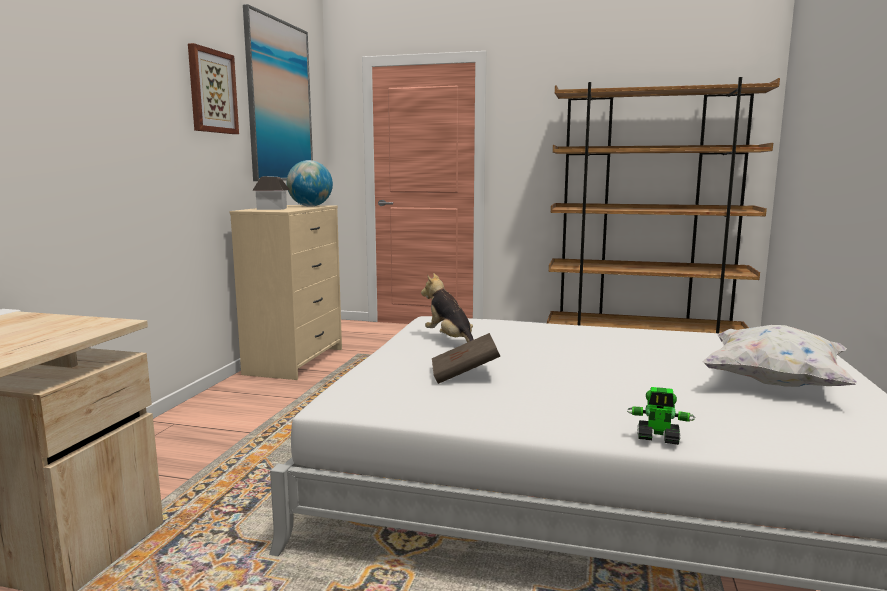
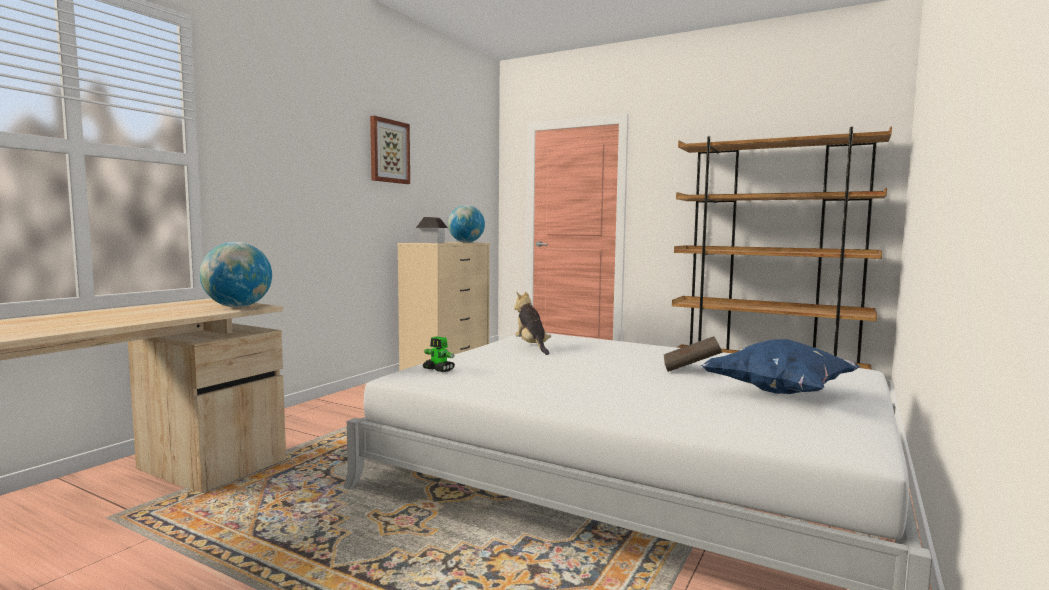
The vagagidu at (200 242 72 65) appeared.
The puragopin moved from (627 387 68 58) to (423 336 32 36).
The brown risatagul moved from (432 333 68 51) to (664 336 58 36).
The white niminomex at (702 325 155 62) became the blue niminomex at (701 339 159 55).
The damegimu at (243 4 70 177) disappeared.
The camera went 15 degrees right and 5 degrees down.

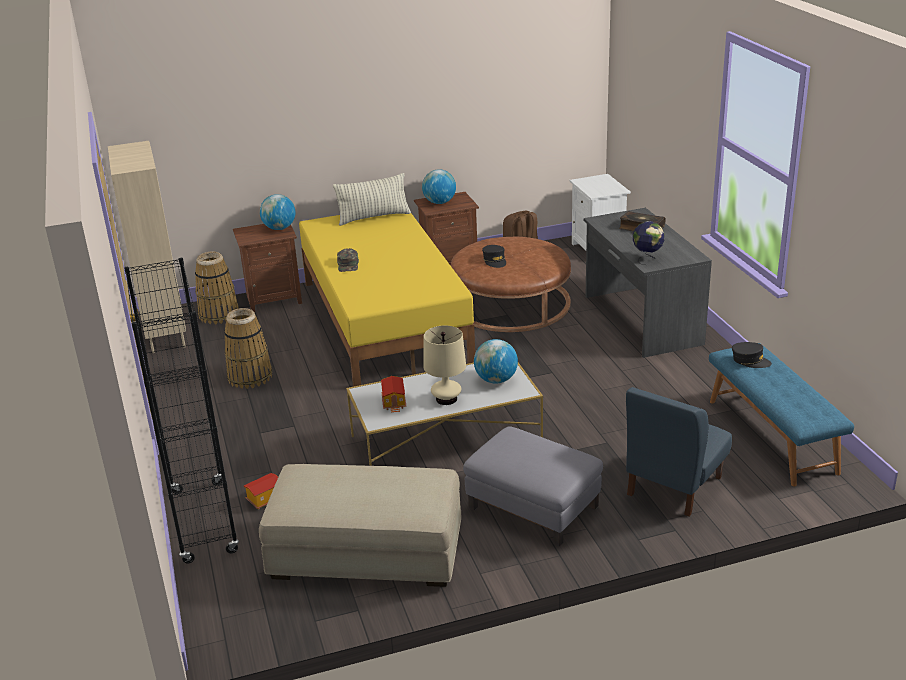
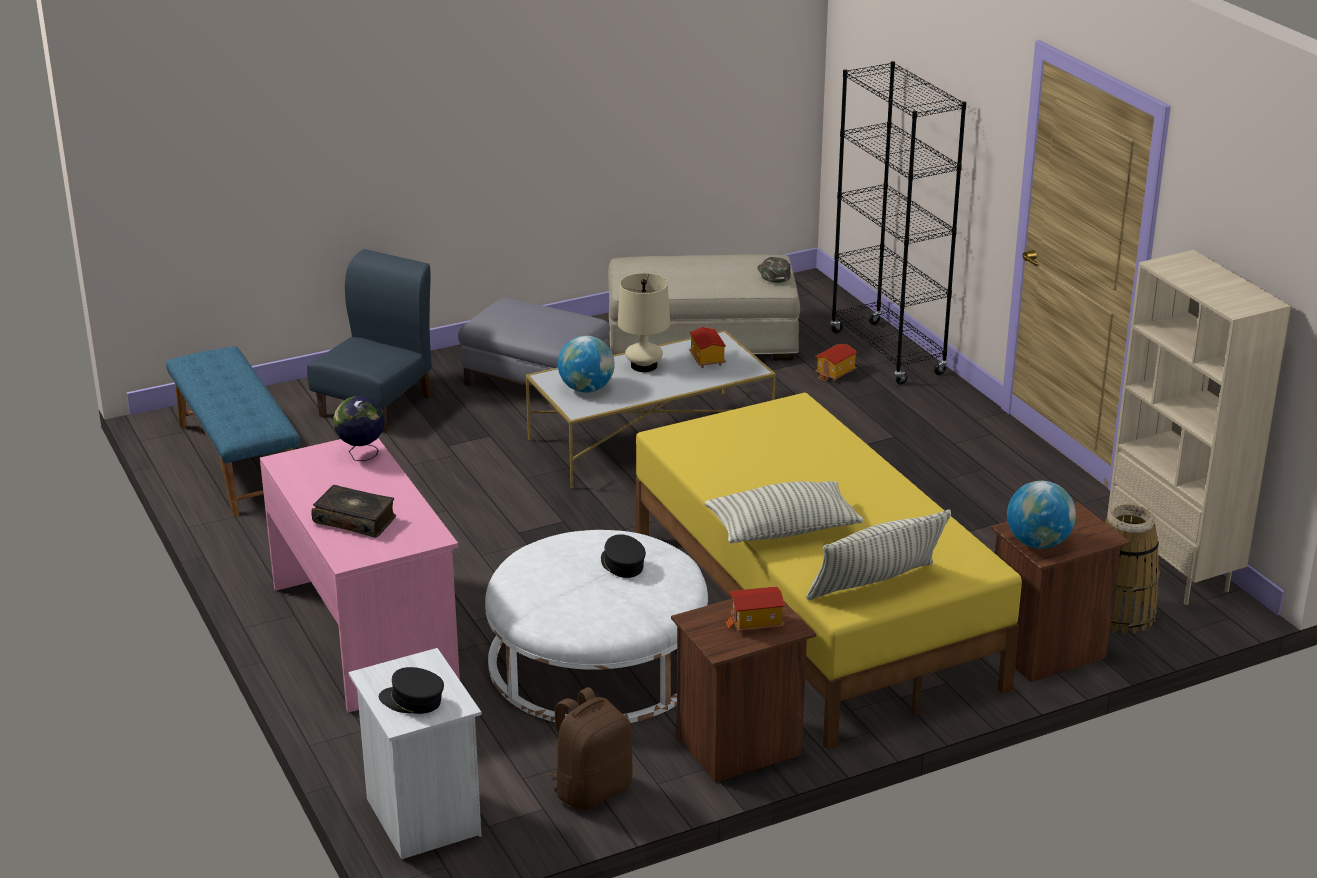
The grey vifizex at (584 208 128 150) became the pink vifizex at (260 438 200 275).
The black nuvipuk moved from (732 342 40 26) to (379 667 65 47).
The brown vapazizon at (451 237 120 95) became the white vapazizon at (485 530 223 193).
The niminomex at (704 481 160 63) appeared.
The vagagidu at (422 169 34 35) was replaced by the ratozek at (725 586 60 47).
The green nuvipuk moved from (337 248 22 24) to (757 257 34 26).
The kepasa at (224 308 48 81) disappeared.
The camera went 170 degrees right and 0 degrees up.

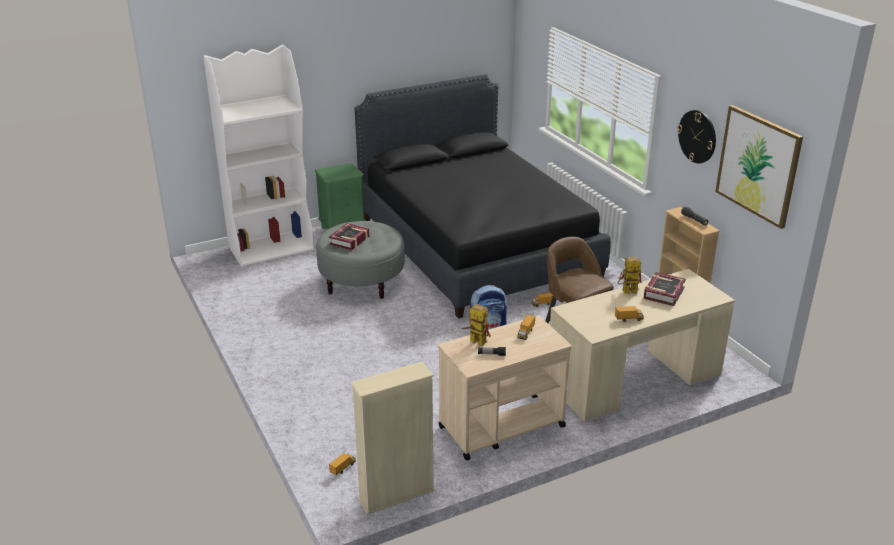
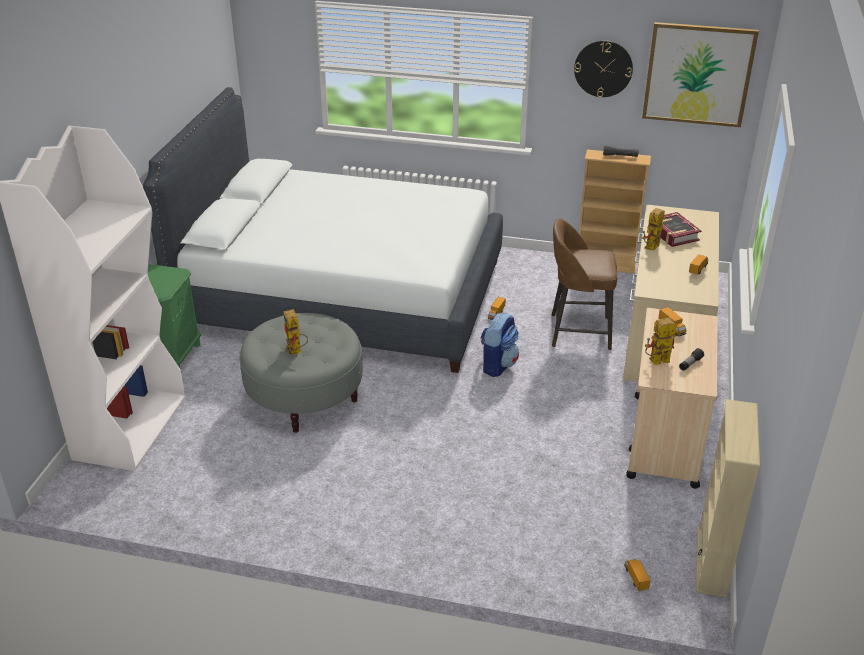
The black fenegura at (354 75 257 243) became the white fenegura at (143 87 360 286).
The risatagul at (329 223 40 27) was replaced by the puragopin at (283 309 25 47).
The camera went 50 degrees left and 5 degrees up.

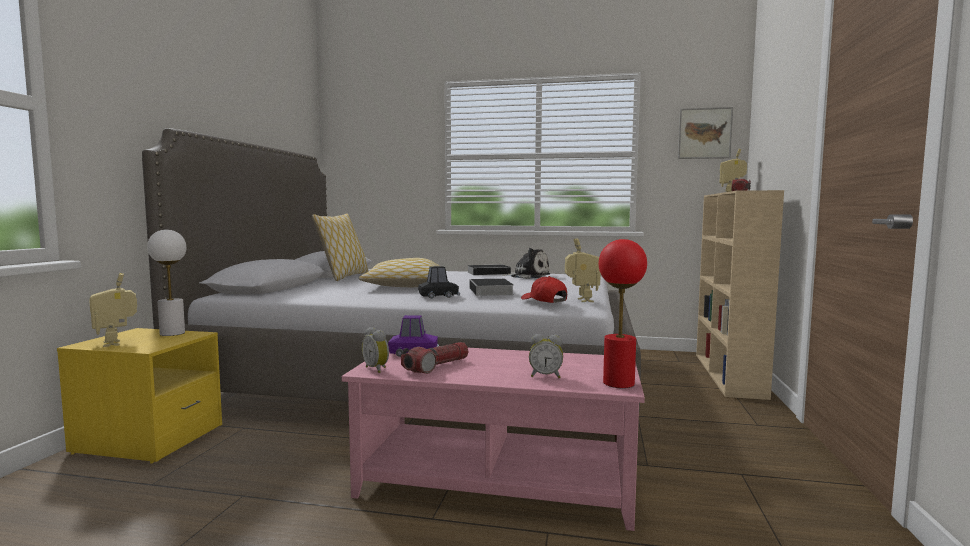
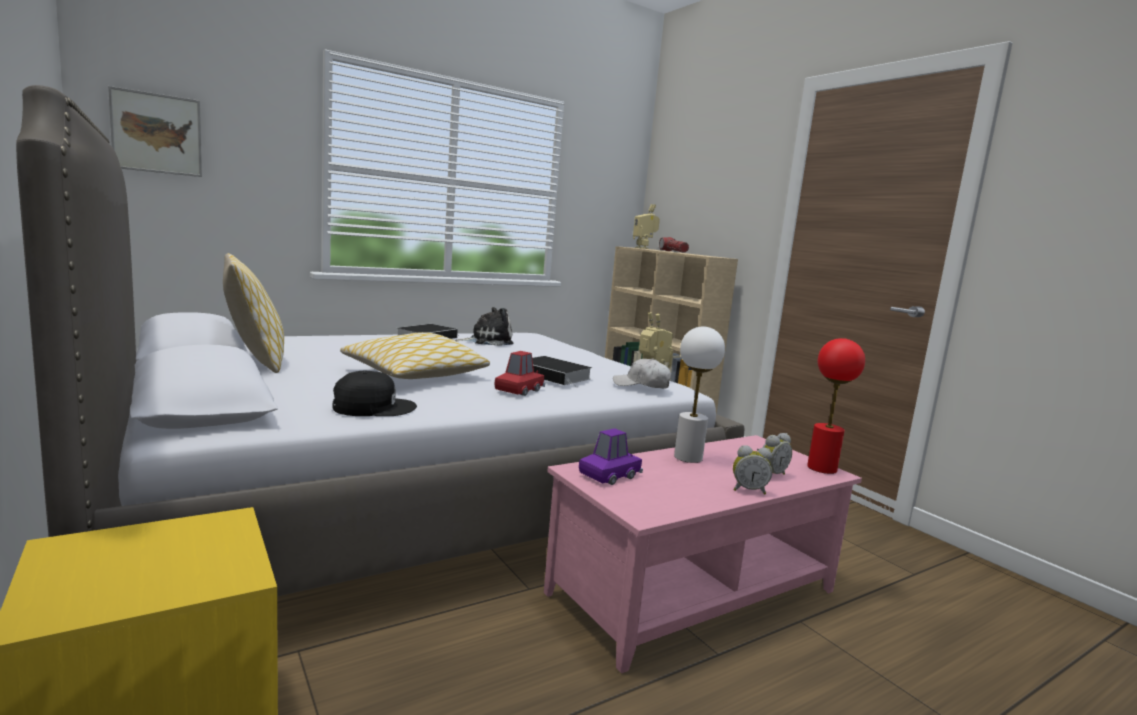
The damegimu moved from (678 107 55 52) to (108 86 94 91).
The black nuvipuk at (332 371 85 45) appeared.
The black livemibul at (418 266 42 33) became the red livemibul at (495 351 50 45).
The red nuvipuk at (521 276 46 27) became the white nuvipuk at (613 358 58 31).
The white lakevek moved from (147 230 39 106) to (674 327 51 136).
The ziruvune moved from (362 327 27 46) to (733 445 39 50).
The puragopin at (90 273 47 74) disappeared.
The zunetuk at (401 342 68 32) disappeared.
The camera went 45 degrees left and 5 degrees up.

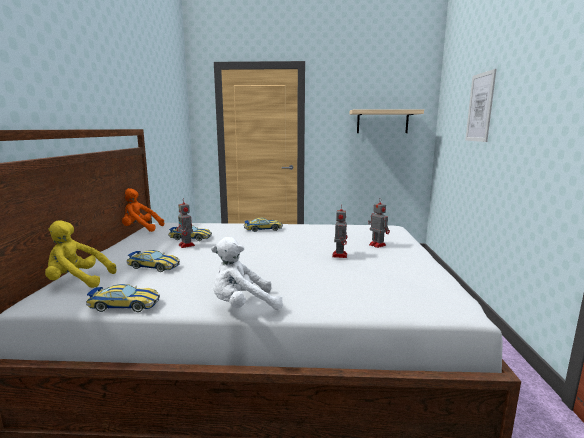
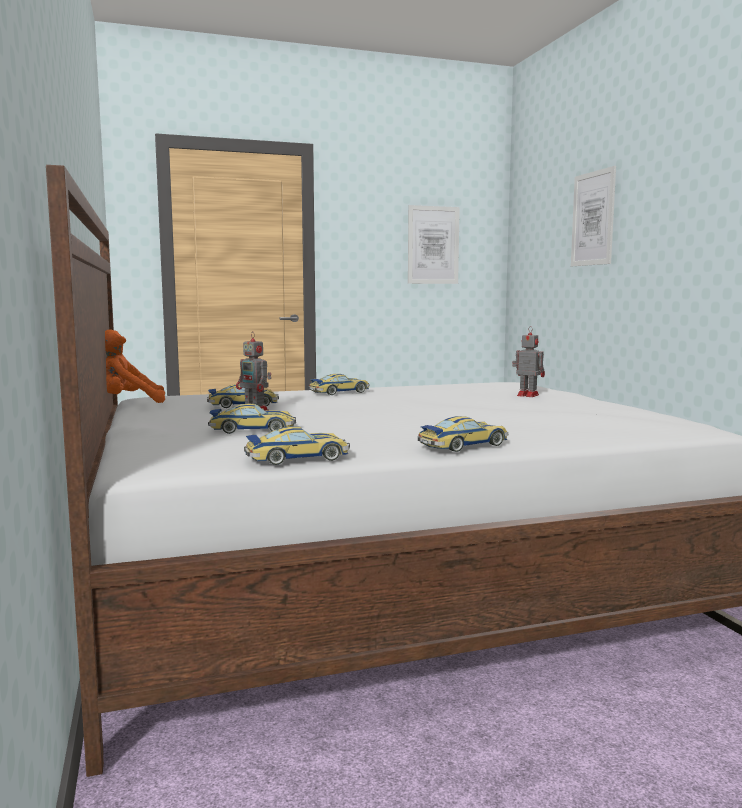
The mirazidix at (349 109 75 24) was replaced by the damegimu at (408 205 52 79).
The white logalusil at (211 237 72 73) was replaced by the livemibul at (418 416 90 36).
The yellow logalusil at (45 221 71 67) disappeared.
The puragopin at (332 204 16 54) disappeared.
The camera went 20 degrees left and 5 degrees down.

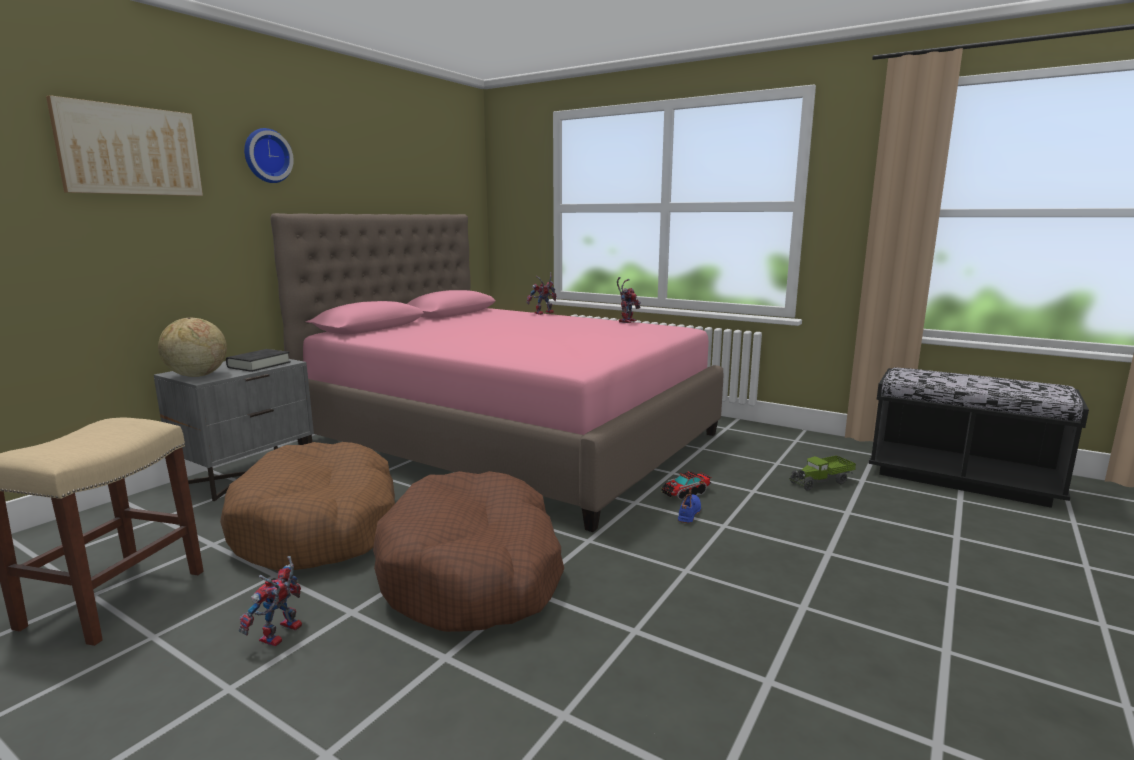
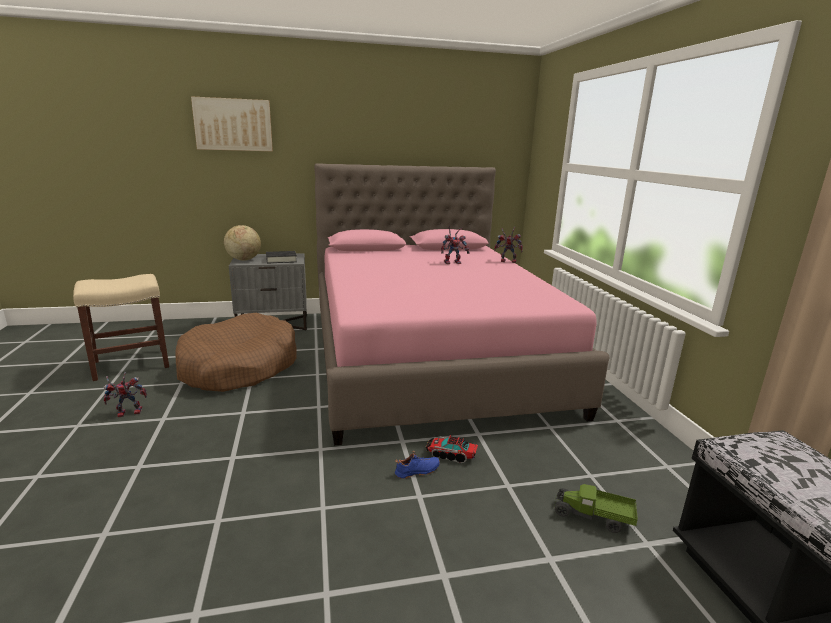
The puragopin moved from (617 277 24 46) to (441 225 29 39).
The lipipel at (244 128 50 55) disappeared.
The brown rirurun at (373 471 191 161) disappeared.
The camera went 45 degrees right and 5 degrees up.

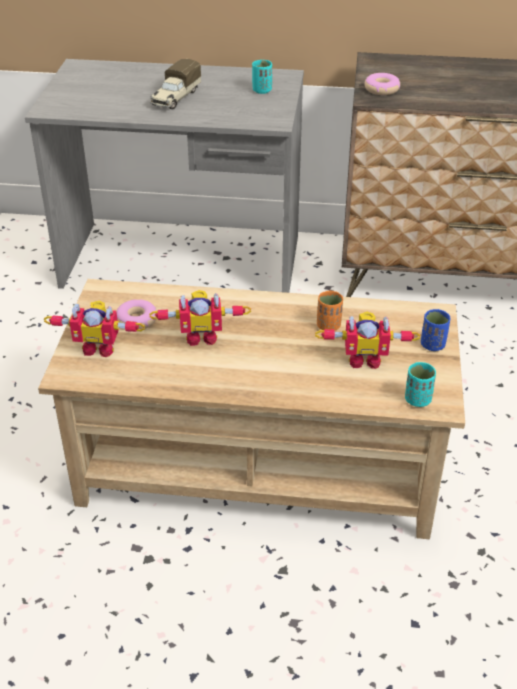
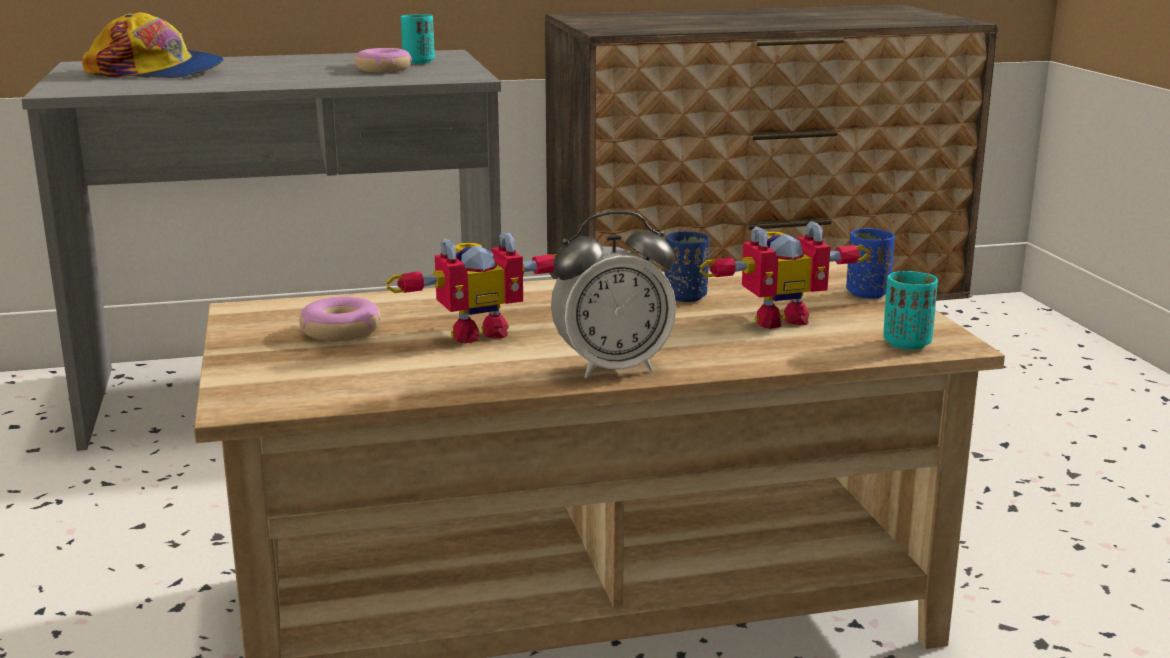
The nuvipuk at (82 12 142 66) appeared.
The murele moved from (365 73 35 22) to (355 48 57 25).
The ziruvune at (551 211 125 168) appeared.
The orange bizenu at (317 291 26 40) became the blue bizenu at (665 231 45 71).
The puragopin at (44 301 101 56) disappeared.
The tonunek at (150 59 51 50) disappeared.
The camera went 20 degrees left and 20 degrees down.

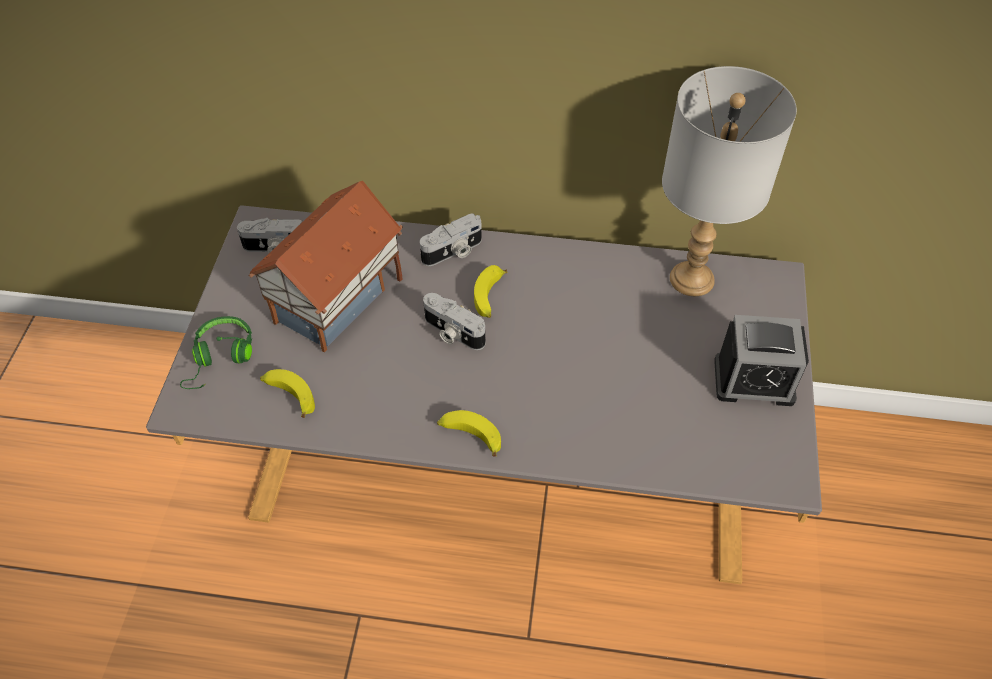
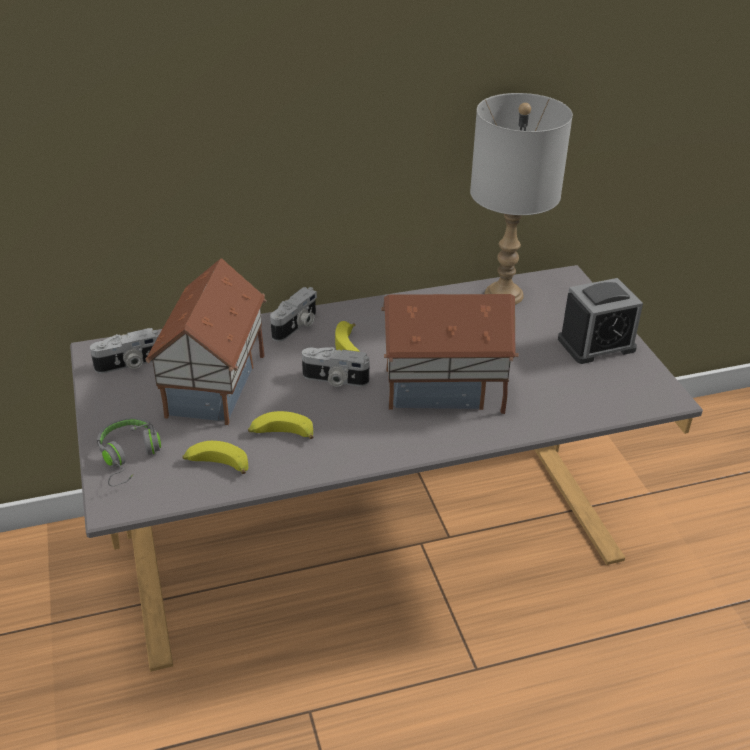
The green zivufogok at (180 316 72 73) became the grey zivufogok at (97 417 64 69).
The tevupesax moved from (437 410 64 47) to (248 411 66 28).
The ratozek at (381 294 138 120) appeared.
The camera went 25 degrees left and 15 degrees down.

